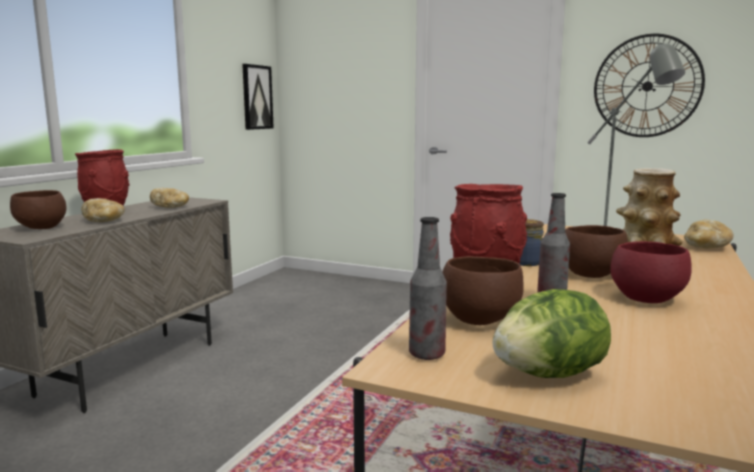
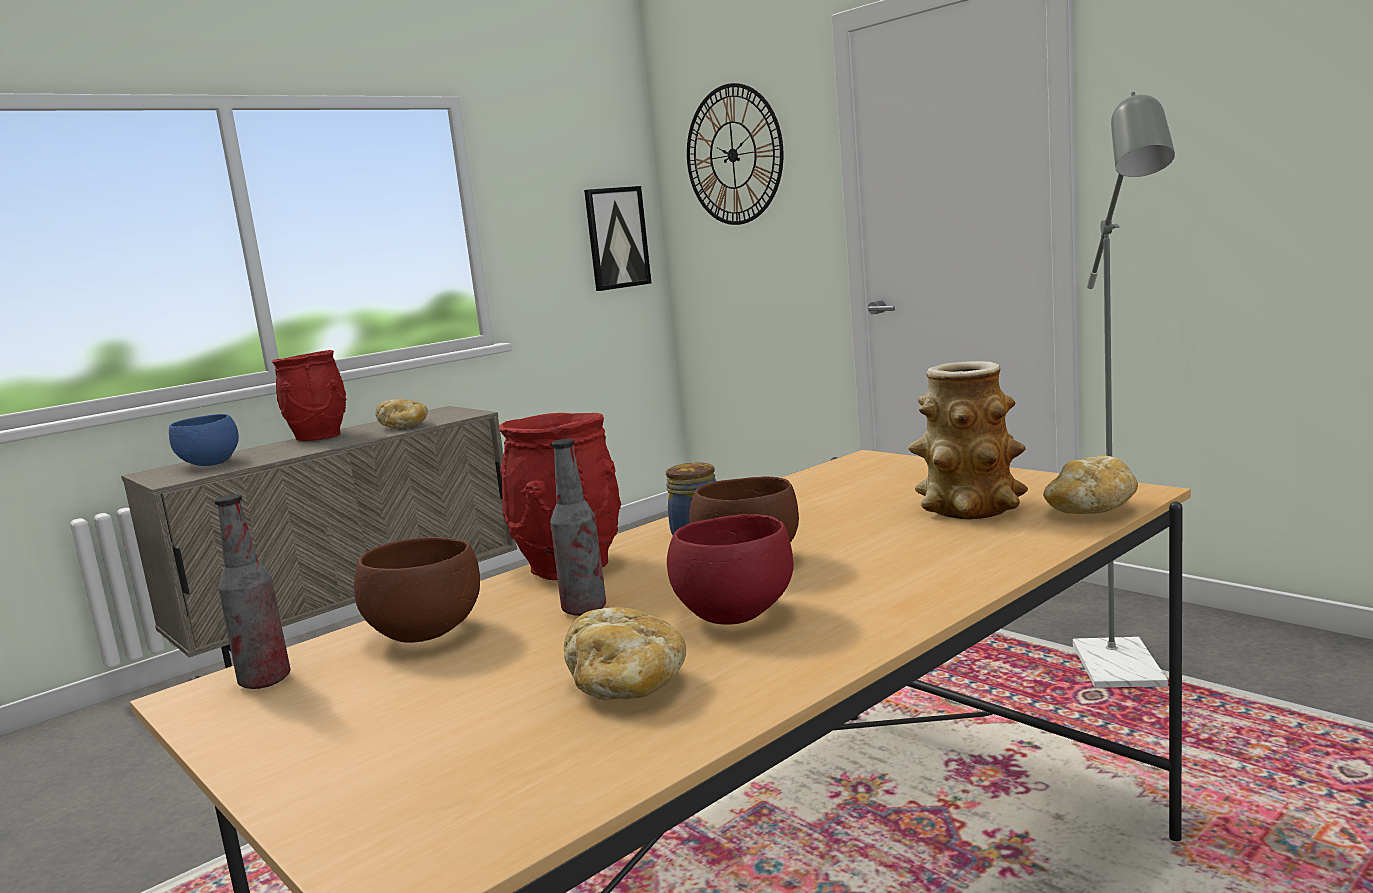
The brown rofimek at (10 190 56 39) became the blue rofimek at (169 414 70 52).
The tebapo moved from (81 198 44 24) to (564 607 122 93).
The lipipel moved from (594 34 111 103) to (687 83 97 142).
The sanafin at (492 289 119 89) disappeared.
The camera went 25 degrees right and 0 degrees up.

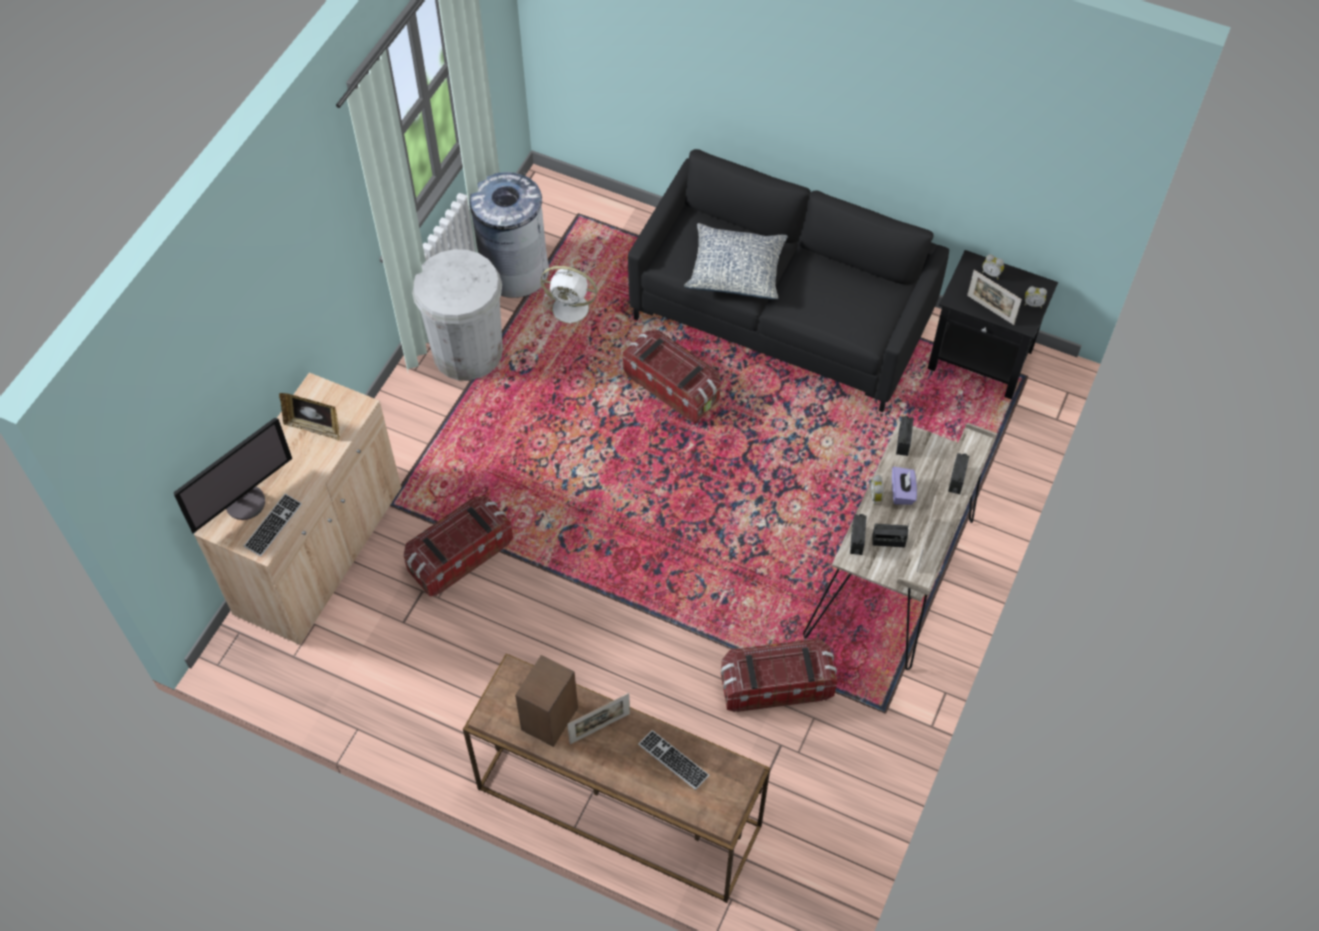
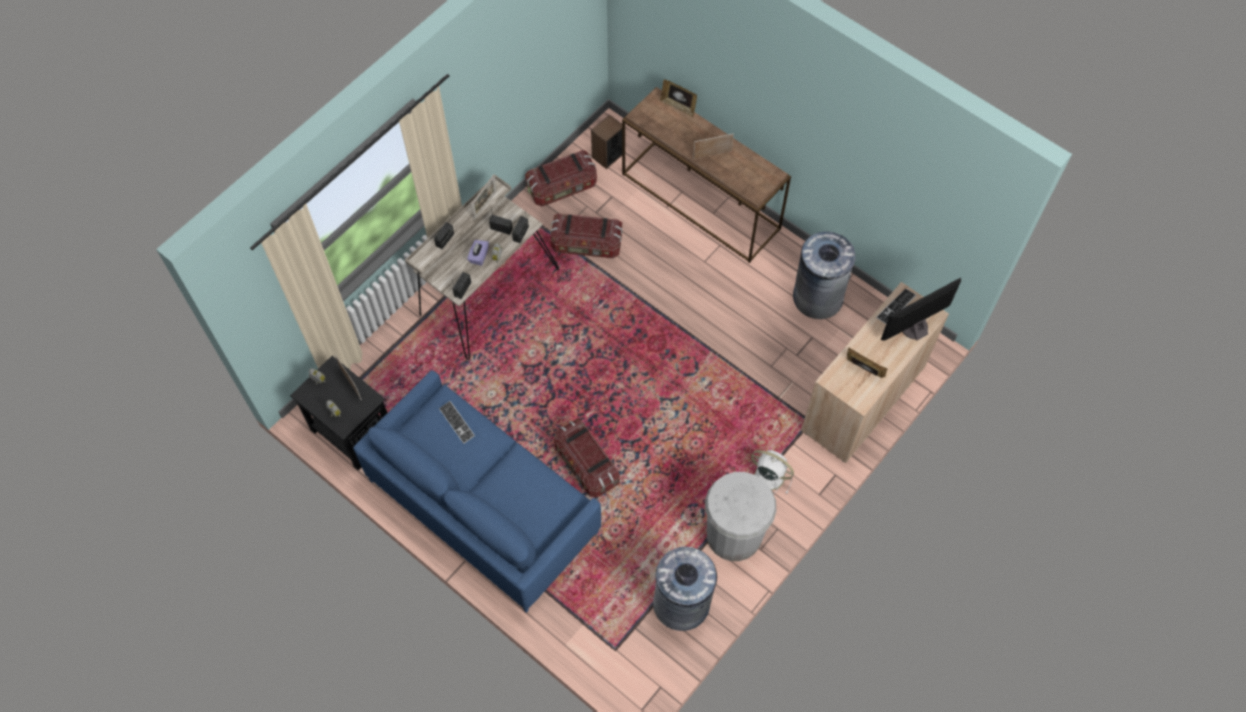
The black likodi at (628 149 321 263) became the blue likodi at (353 370 248 243).
The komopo moved from (638 730 71 60) to (439 401 36 43).
The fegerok moved from (403 496 110 100) to (525 150 72 57).
The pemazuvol moved from (515 655 63 92) to (591 115 31 54).
The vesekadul at (660 79 37 38) appeared.
The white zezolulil moved from (540 266 57 59) to (751 450 43 44).
The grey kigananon at (793 232 63 87) appeared.
The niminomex at (684 223 104 76) disappeared.
The camera went 165 degrees left and 5 degrees up.

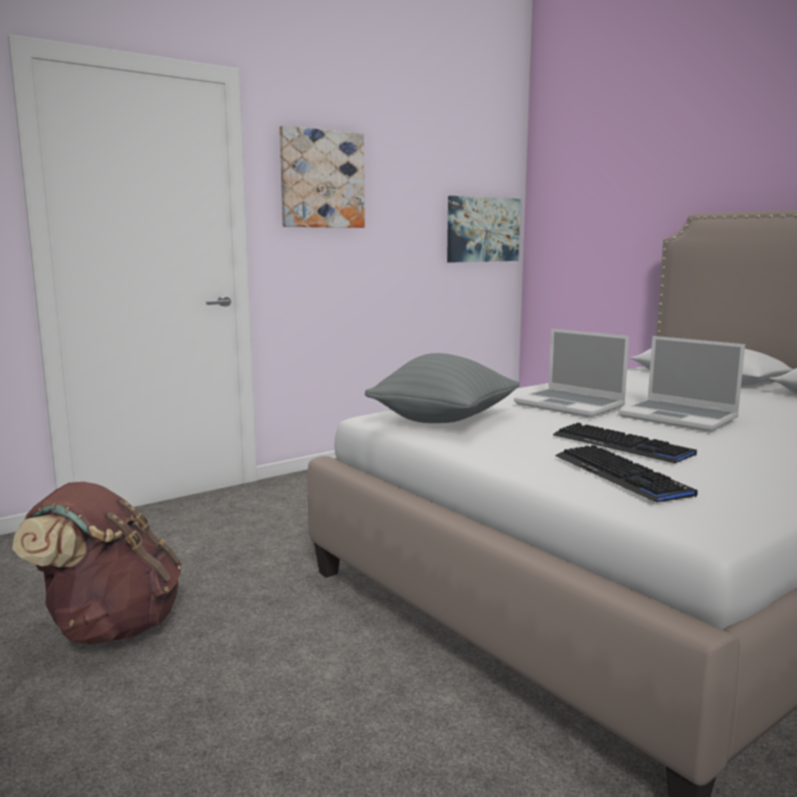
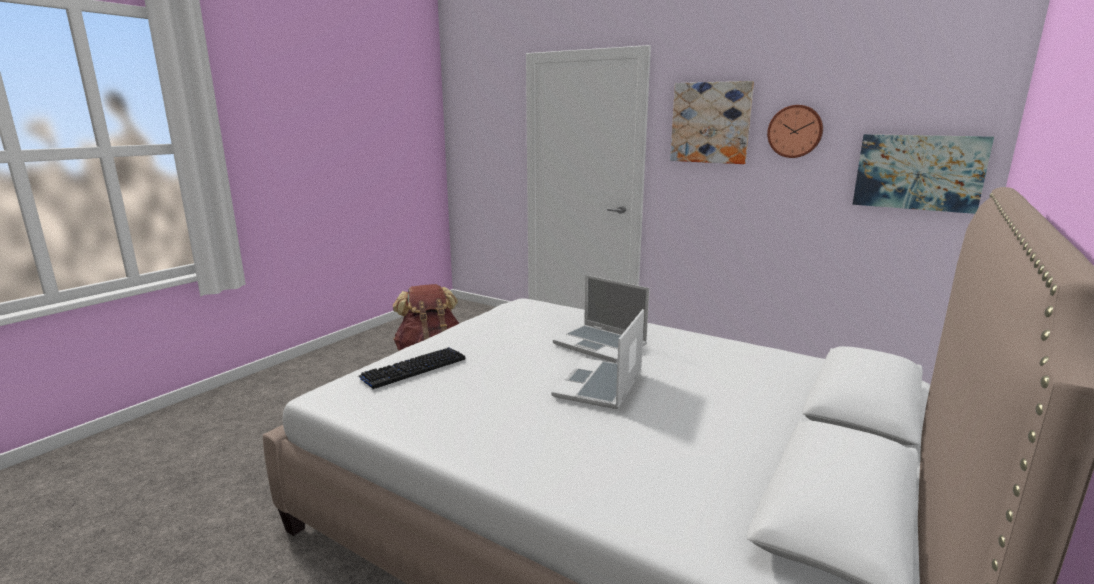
The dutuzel at (514 329 115 89) turned 75 degrees counterclockwise.
The lipipel at (767 105 56 53) appeared.
The grey niminomex at (365 353 155 70) disappeared.
The komopo at (553 423 144 40) disappeared.
The camera went 70 degrees right and 5 degrees up.

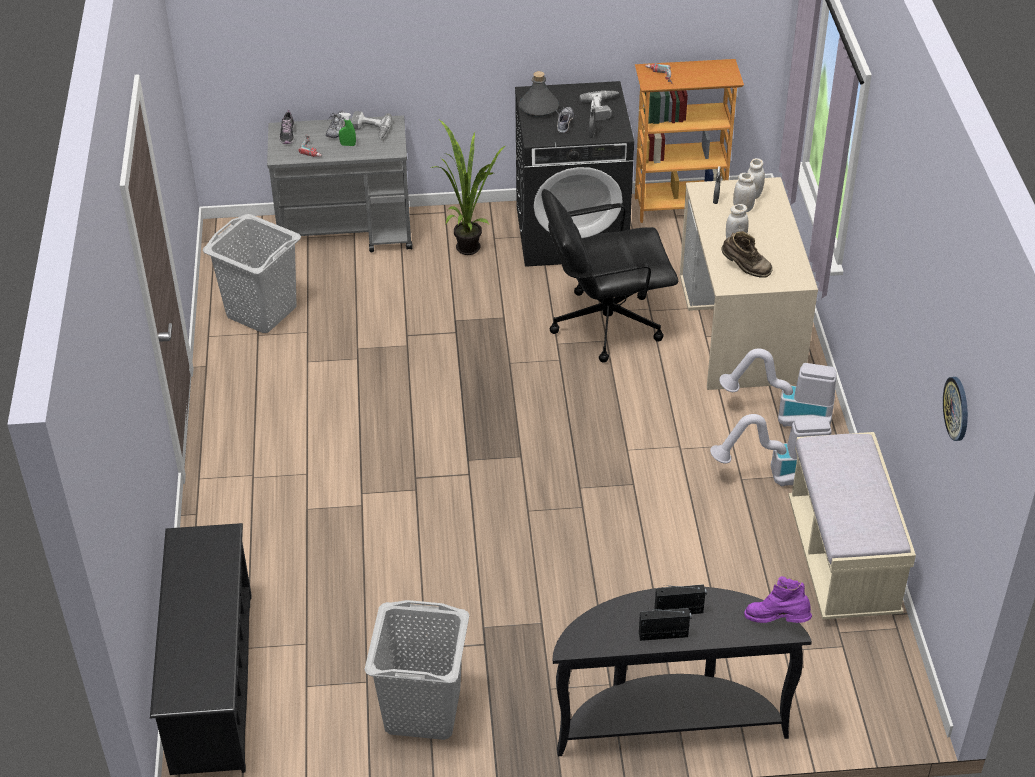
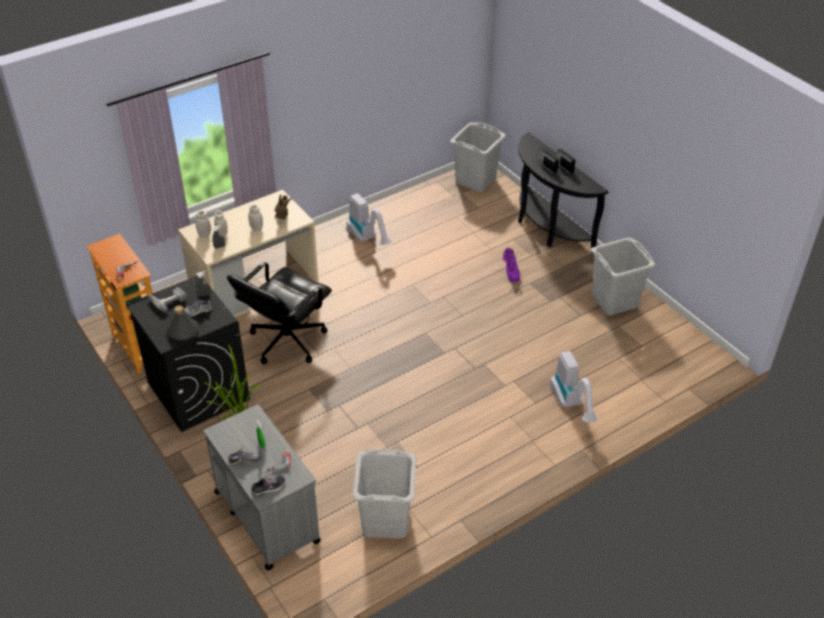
The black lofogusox at (542 189 136 174) turned 75 degrees clockwise.
The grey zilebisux at (450 122 56 70) appeared.
The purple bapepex moved from (744 576 68 47) to (503 247 17 36).
The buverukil moved from (719 348 118 79) to (550 351 48 72).
The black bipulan at (150 523 101 252) disappeared.
The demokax at (351 111 41 28) disappeared.
The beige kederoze at (788 432 128 187) disappeared.
The lipipel at (943 377 25 64) disappeared.
The camera went 120 degrees left and 0 degrees up.

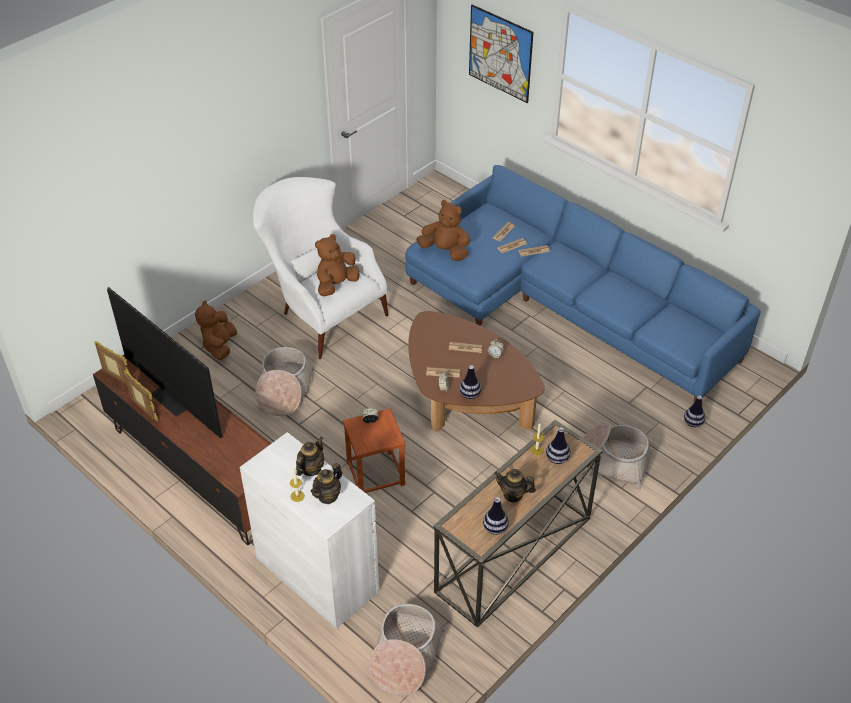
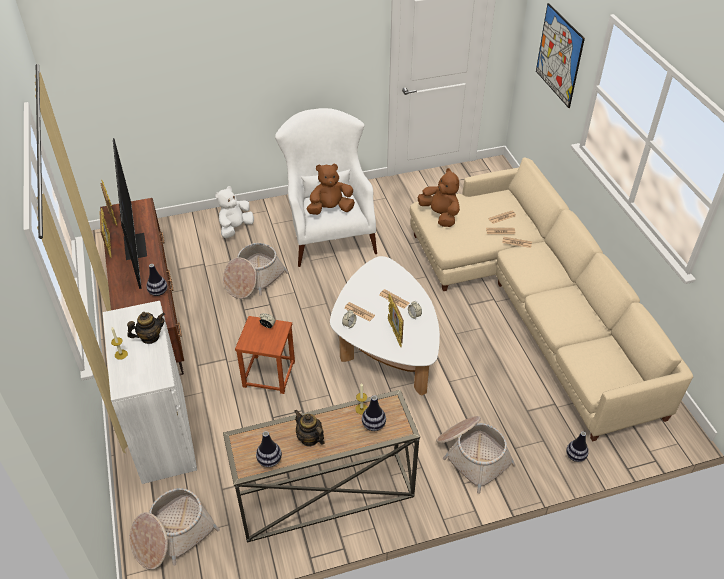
The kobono moved from (459 365 22 34) to (147 264 20 32).
The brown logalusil at (195 301 42 59) became the white logalusil at (215 186 39 52).
The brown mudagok at (408 311 137 121) became the white mudagok at (330 256 110 140).
The vesekadul at (388 293 16 54) appeared.
The blue likodi at (405 165 356 237) became the beige likodi at (410 157 283 285).
The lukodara at (310 463 32 41) disappeared.
The camera went 30 degrees right and 0 degrees up.

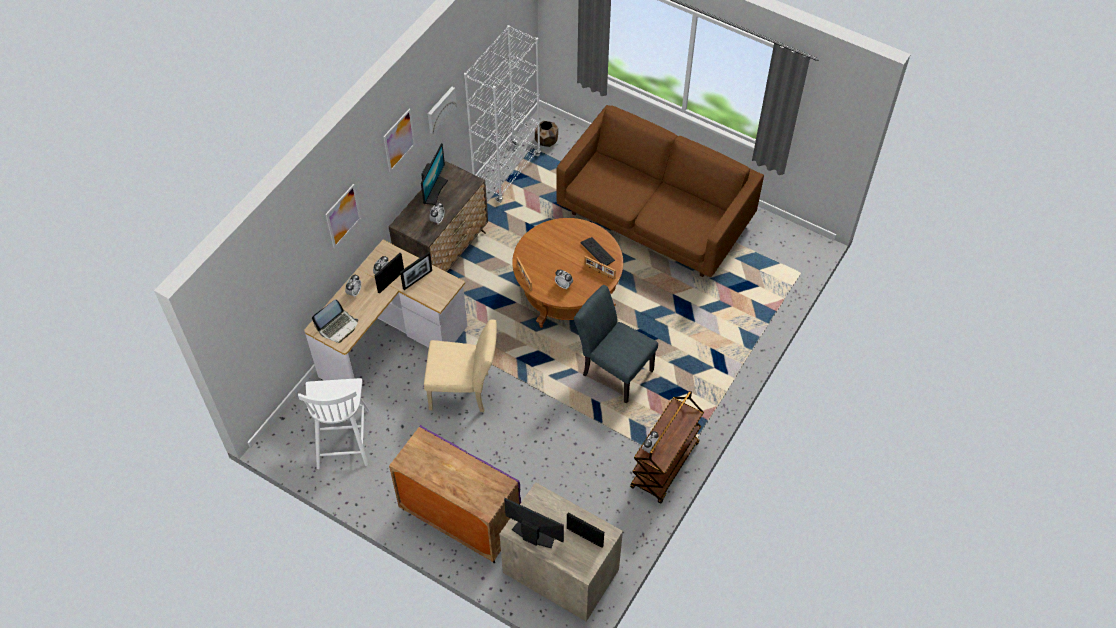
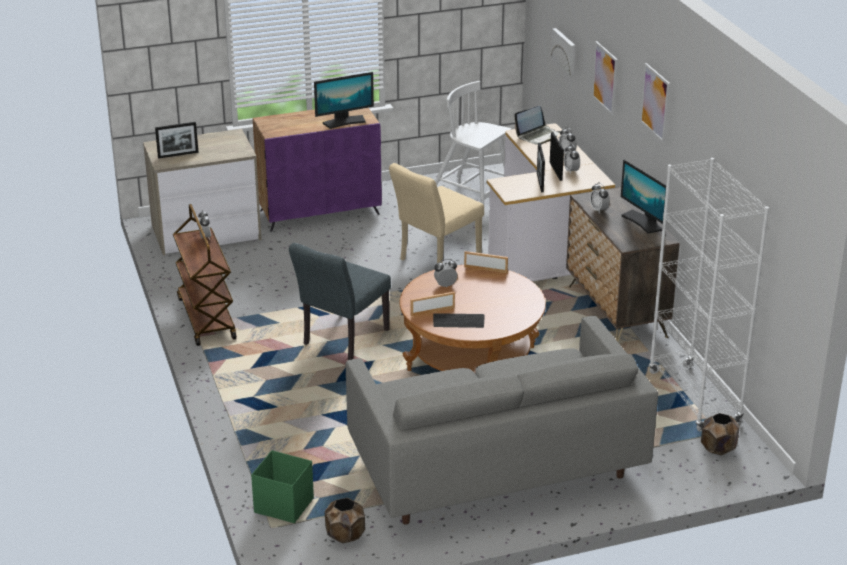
The green fegerok at (251 450 63 73) appeared.
The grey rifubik at (574 285 84 119) turned 135 degrees clockwise.
The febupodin moved from (504 498 60 50) to (314 72 60 57).
The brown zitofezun at (325 498 40 45) appeared.
The brown likodi at (557 105 207 172) became the grey likodi at (346 316 312 209).
The dutuzel at (312 300 46 43) turned 120 degrees counterclockwise.
The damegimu moved from (428 87 29 47) to (551 28 24 48).
The camera went 130 degrees right and 25 degrees down.

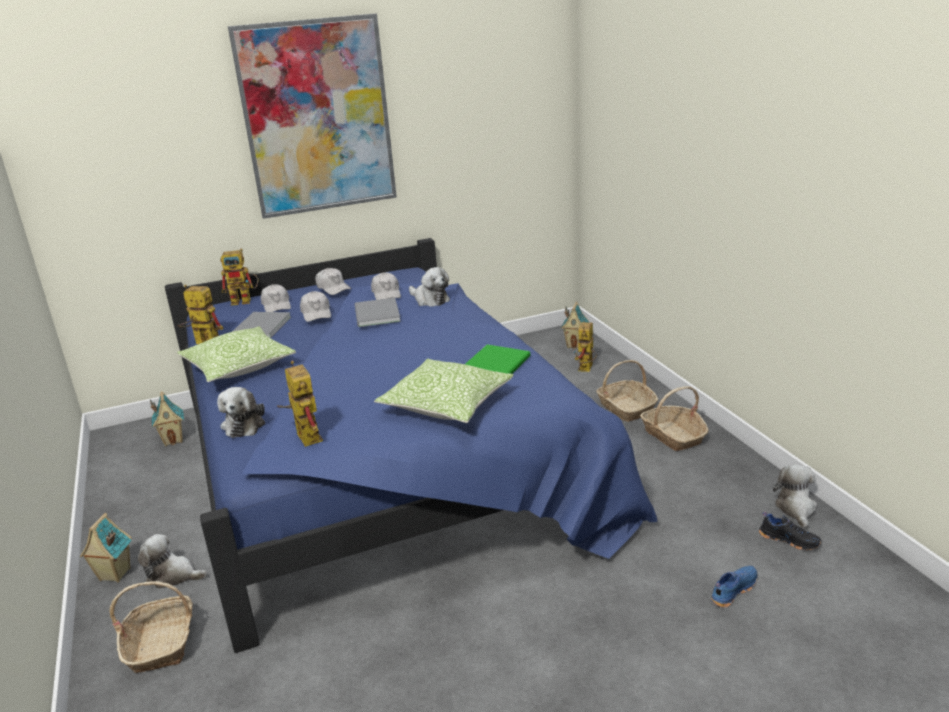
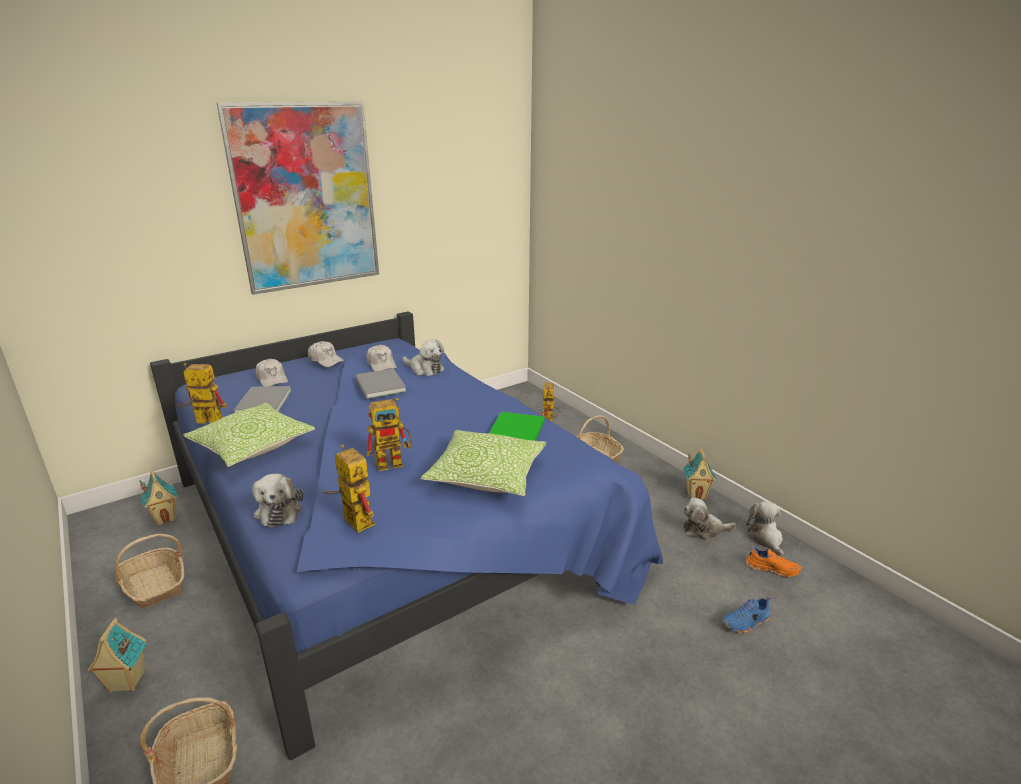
The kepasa moved from (640 386 68 65) to (115 534 69 74).
The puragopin moved from (220 249 38 57) to (367 398 45 73).
The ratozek moved from (561 302 28 47) to (683 448 34 52).
The logalusil moved from (138 534 69 55) to (683 498 53 42).
The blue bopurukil at (711 566 46 42) turned 150 degrees counterclockwise.
The black bopurukil at (759 511 63 39) became the orange bopurukil at (746 546 55 31).
The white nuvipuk at (300 291 31 31) disappeared.
The camera went 15 degrees left and 0 degrees up.

